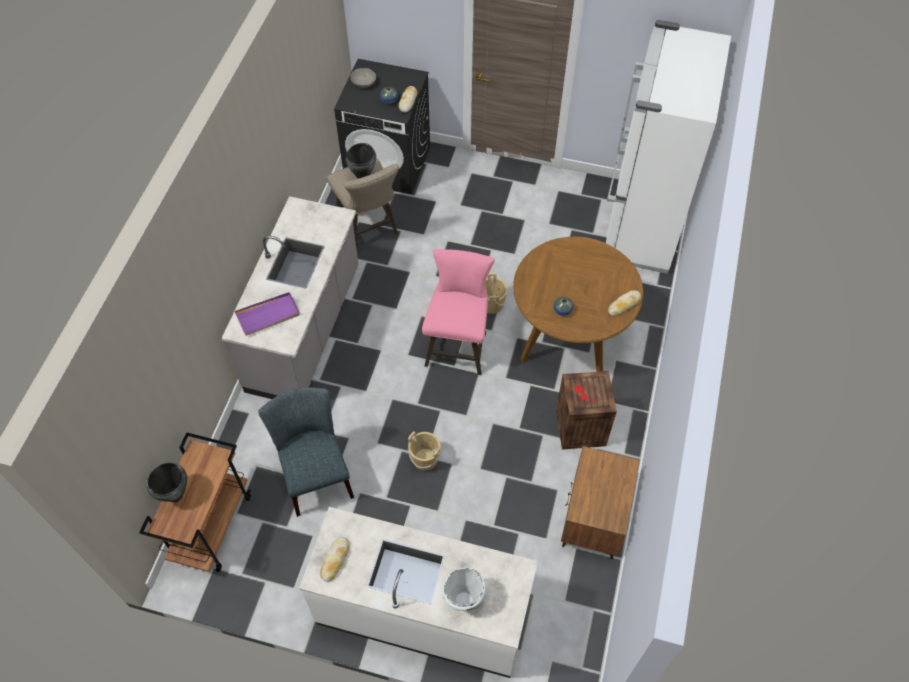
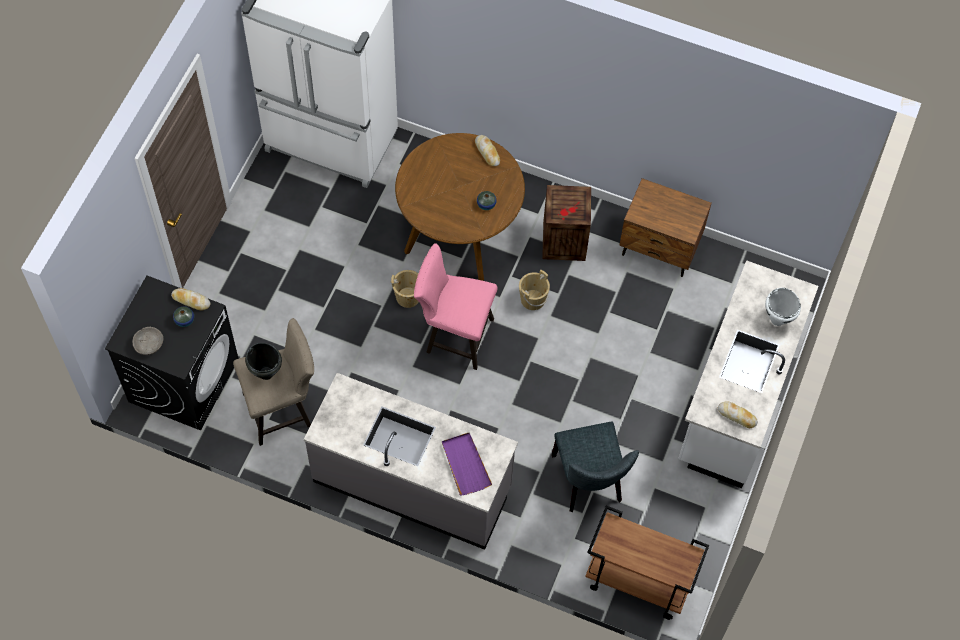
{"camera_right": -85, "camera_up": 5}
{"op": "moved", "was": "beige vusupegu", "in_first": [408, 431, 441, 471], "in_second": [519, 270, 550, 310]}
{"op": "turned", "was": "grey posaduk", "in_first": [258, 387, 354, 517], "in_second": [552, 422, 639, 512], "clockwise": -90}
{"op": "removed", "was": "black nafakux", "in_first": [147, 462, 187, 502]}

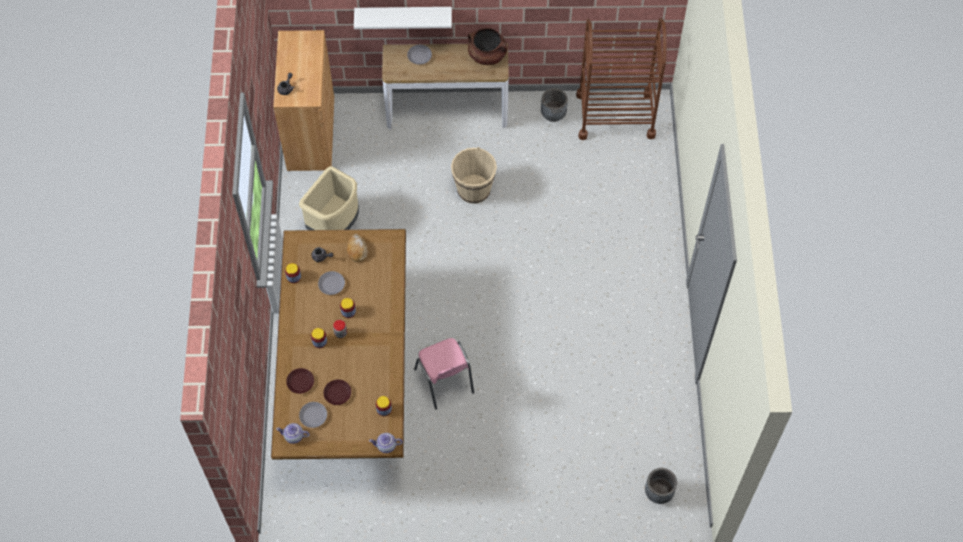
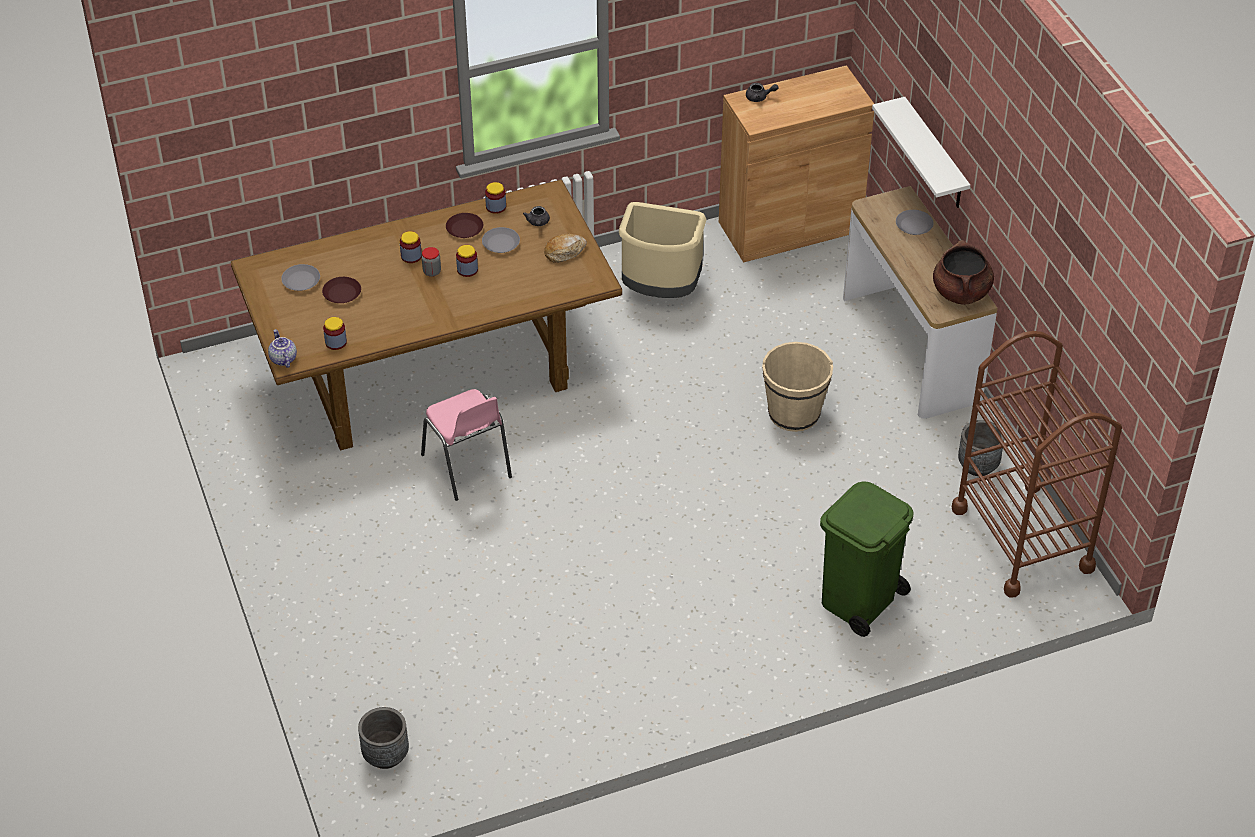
{"camera_right": 70, "camera_up": -15}
{"op": "turned", "was": "pink posaduk", "in_first": [414, 338, 474, 409], "in_second": [421, 389, 512, 501], "clockwise": -75}
{"op": "moved", "was": "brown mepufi", "in_first": [286, 368, 314, 394], "in_second": [446, 213, 483, 238]}
{"op": "added", "now": "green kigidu", "in_second": [820, 481, 913, 637]}
{"op": "removed", "was": "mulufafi", "in_first": [276, 423, 310, 444]}

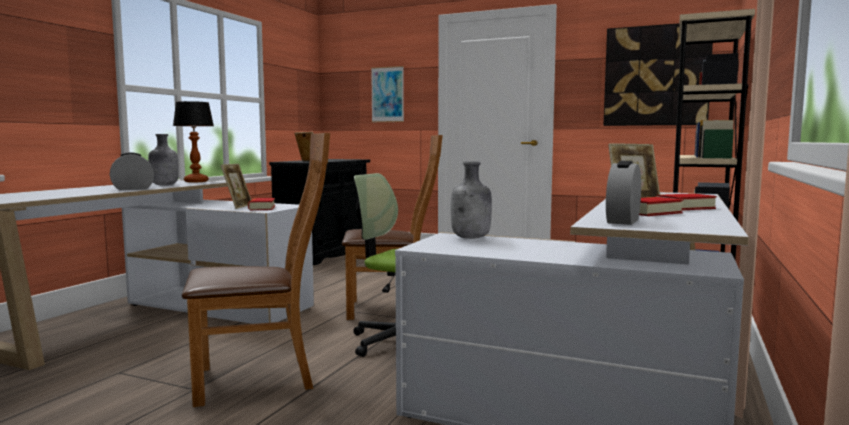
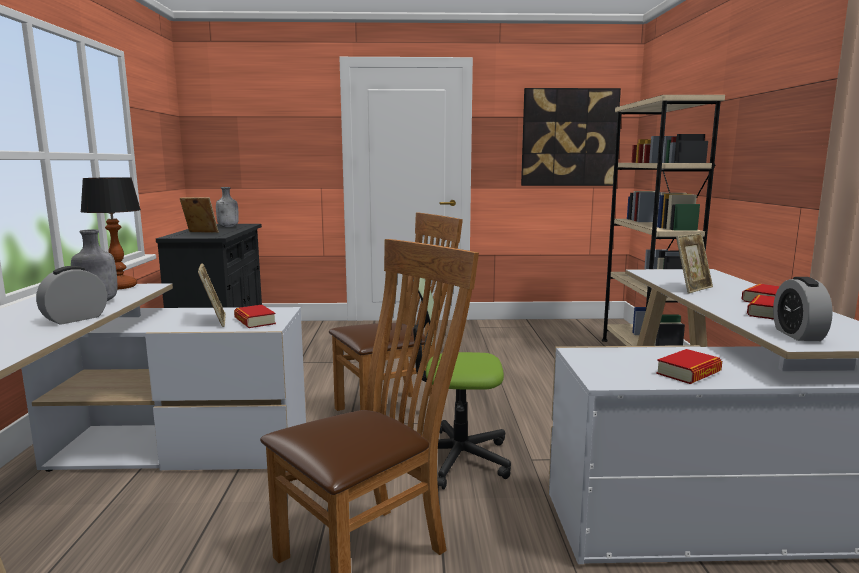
{"camera_right": -25, "camera_up": 5}
{"op": "moved", "was": "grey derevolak", "in_first": [451, 162, 492, 239], "in_second": [216, 187, 239, 227]}
{"op": "added", "now": "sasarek", "in_second": [656, 349, 722, 384]}
{"op": "removed", "was": "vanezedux", "in_first": [371, 66, 404, 122]}

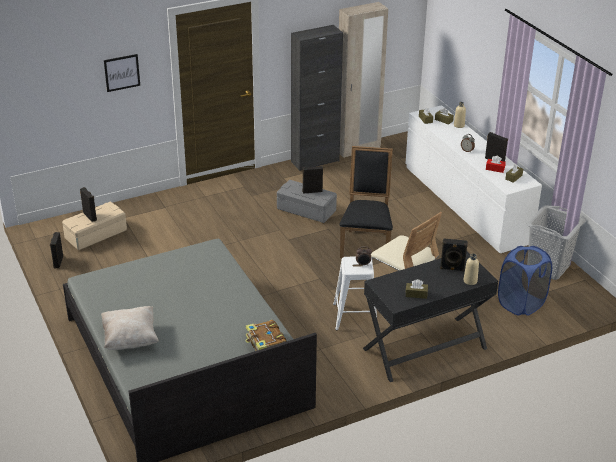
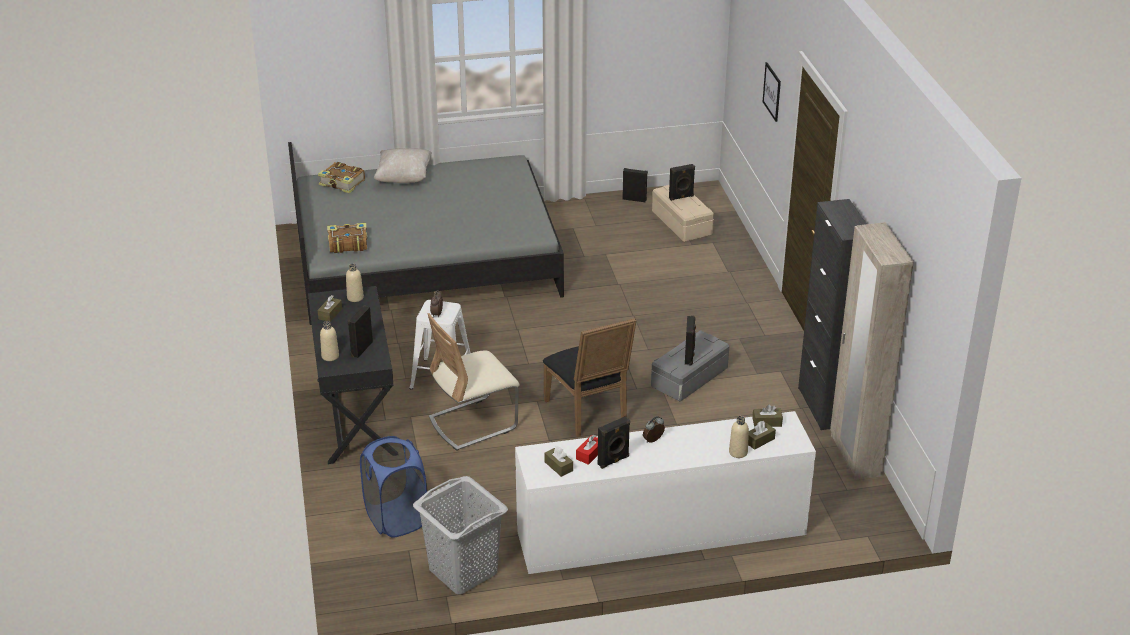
{"camera_right": 105, "camera_up": 0}
{"op": "added", "now": "sasarek", "in_second": [318, 162, 365, 193]}
{"op": "added", "now": "beige derevolak", "in_second": [346, 264, 364, 302]}
{"op": "turned", "was": "black posaduk", "in_first": [339, 146, 393, 258], "in_second": [543, 318, 637, 437], "clockwise": 45}

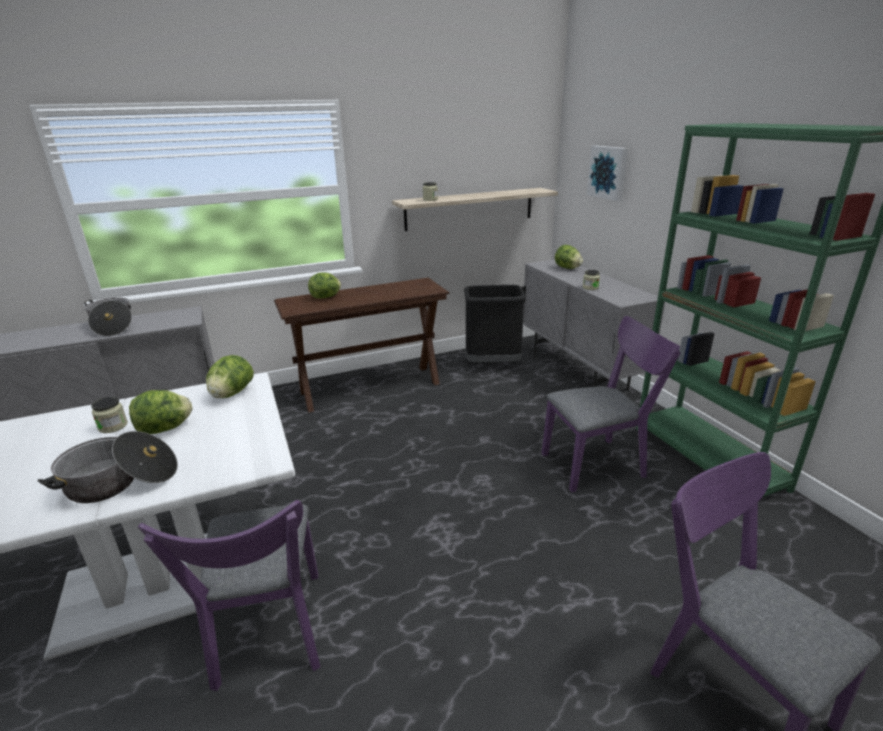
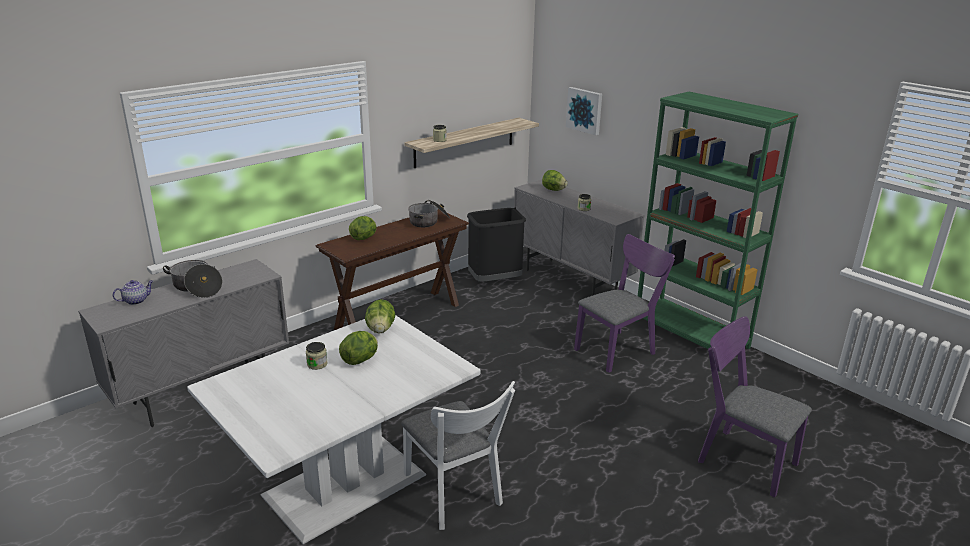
{"camera_right": -20, "camera_up": 0}
{"op": "added", "now": "mulufafi", "in_second": [113, 280, 153, 305]}
{"op": "recoloured", "was": "purple posaduk", "now": "white posaduk", "in_first": [138, 500, 320, 691], "in_second": [401, 381, 515, 530]}
{"op": "moved", "was": "nafakux", "in_first": [38, 431, 178, 503], "in_second": [408, 200, 450, 227]}

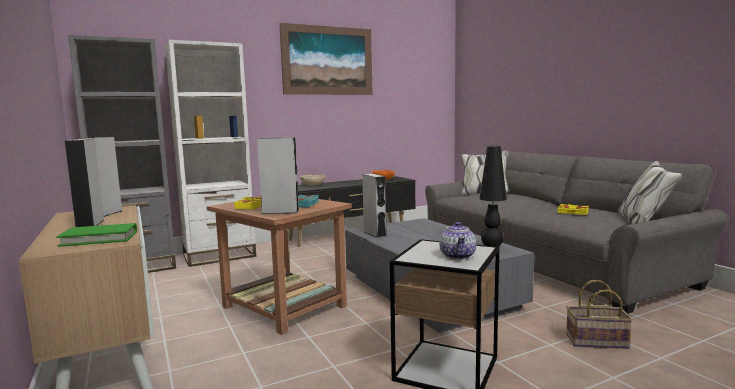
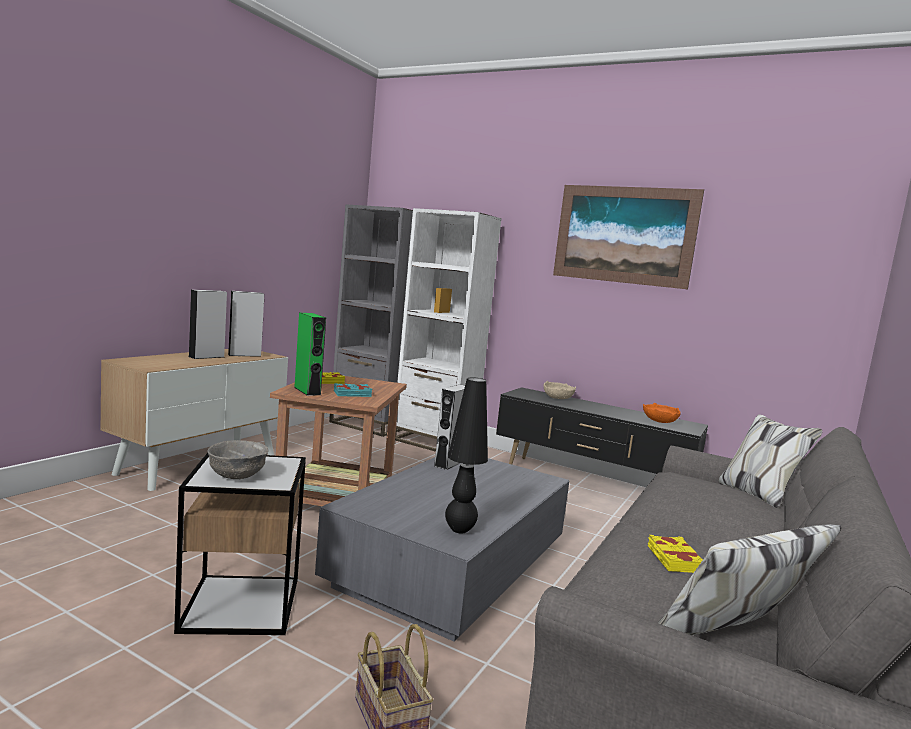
{"camera_right": 55, "camera_up": 0}
{"op": "replaced", "was": "mulufafi", "now": "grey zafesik", "in_first": [439, 222, 476, 260], "in_second": [207, 440, 268, 479]}
{"op": "recoloured", "was": "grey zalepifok", "now": "green zalepifok", "in_first": [257, 137, 299, 214], "in_second": [294, 313, 326, 396]}
{"op": "removed", "was": "green sasarek", "in_first": [56, 223, 137, 247]}

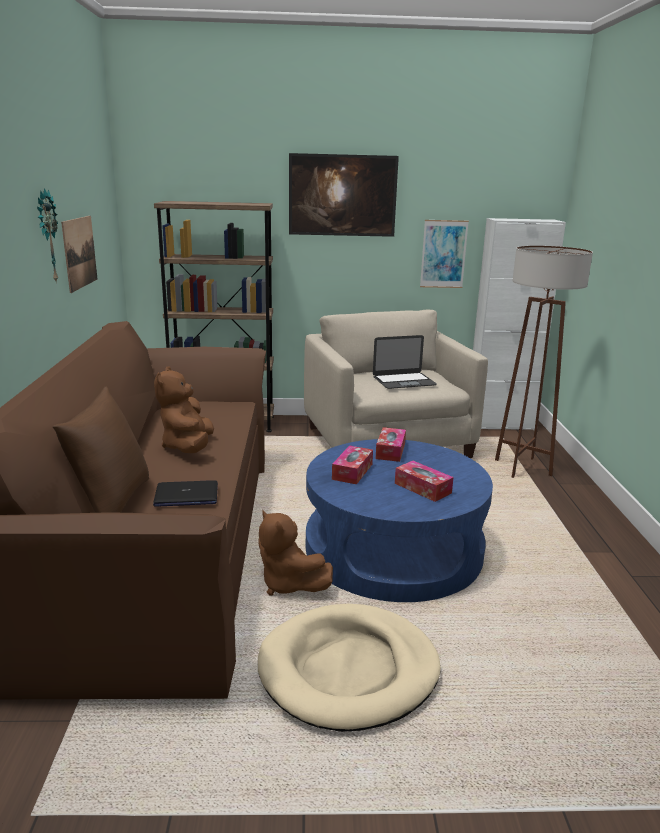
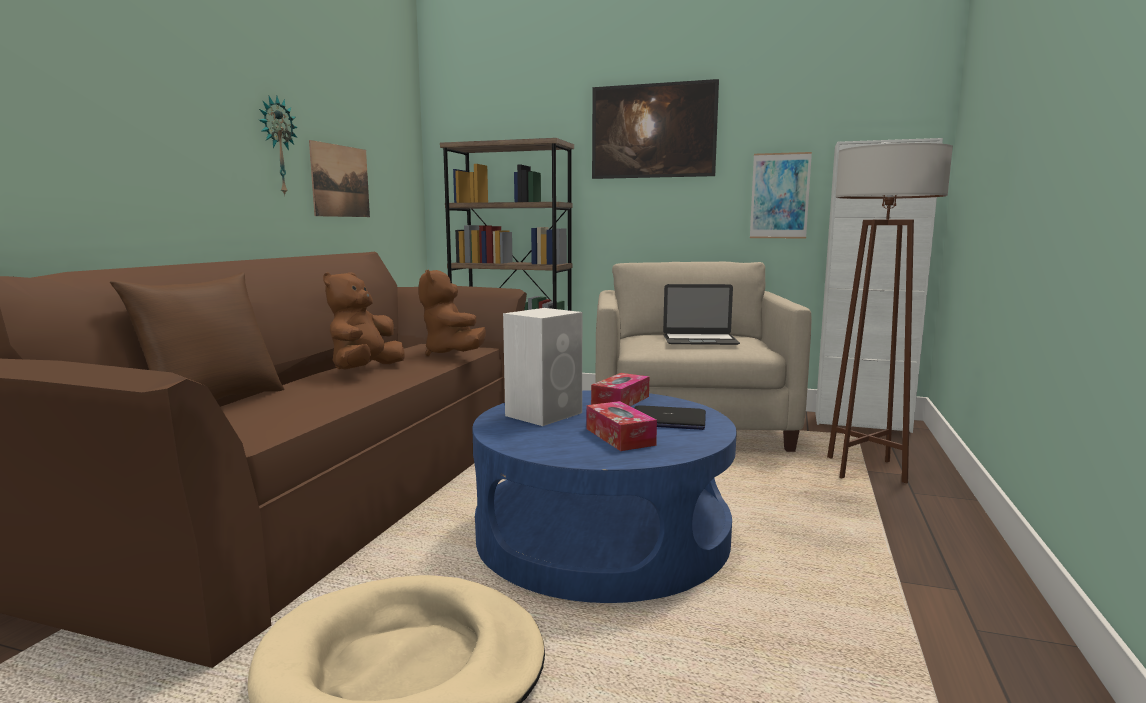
{"camera_right": 20, "camera_up": -10}
{"op": "moved", "was": "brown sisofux", "in_first": [259, 510, 333, 596], "in_second": [419, 270, 486, 356]}
{"op": "replaced", "was": "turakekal", "now": "white zalepifok", "in_first": [332, 445, 373, 484], "in_second": [503, 308, 582, 426]}
{"op": "moved", "was": "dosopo", "in_first": [153, 480, 218, 507], "in_second": [634, 405, 706, 430]}

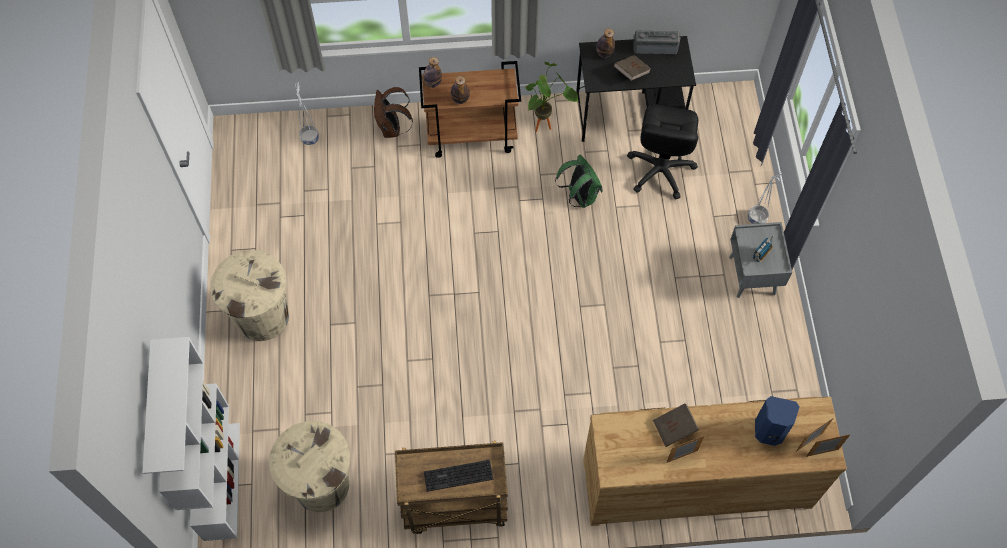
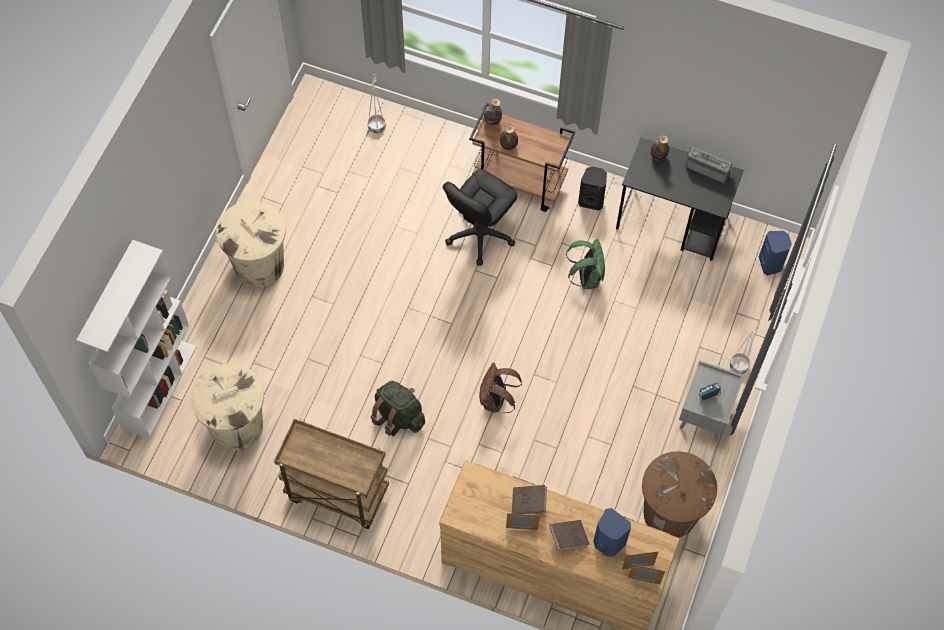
{"camera_right": 25, "camera_up": 0}
{"op": "added", "now": "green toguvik", "in_second": [370, 381, 425, 436]}
{"op": "moved", "was": "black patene", "in_first": [627, 104, 698, 199], "in_second": [443, 169, 517, 266]}
{"op": "moved", "was": "brown toguvik", "in_first": [374, 87, 413, 138], "in_second": [479, 362, 522, 413]}
{"op": "moved", "was": "brown sasarek", "in_first": [614, 55, 651, 81], "in_second": [549, 520, 590, 551]}
{"op": "replaced", "was": "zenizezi", "now": "black zalepifok", "in_first": [526, 62, 578, 132], "in_second": [578, 166, 607, 211]}
{"op": "added", "now": "brown kigidu", "in_second": [642, 451, 717, 538]}
{"op": "added", "now": "blue zalepifok", "in_second": [759, 231, 792, 275]}
{"op": "removed", "was": "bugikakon", "in_first": [424, 460, 493, 492]}

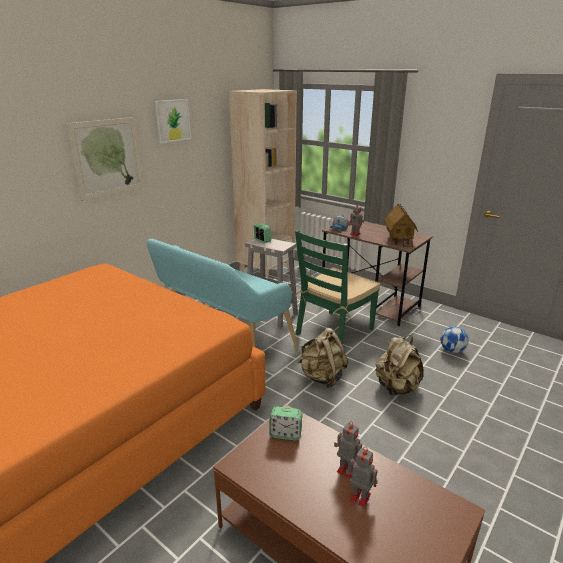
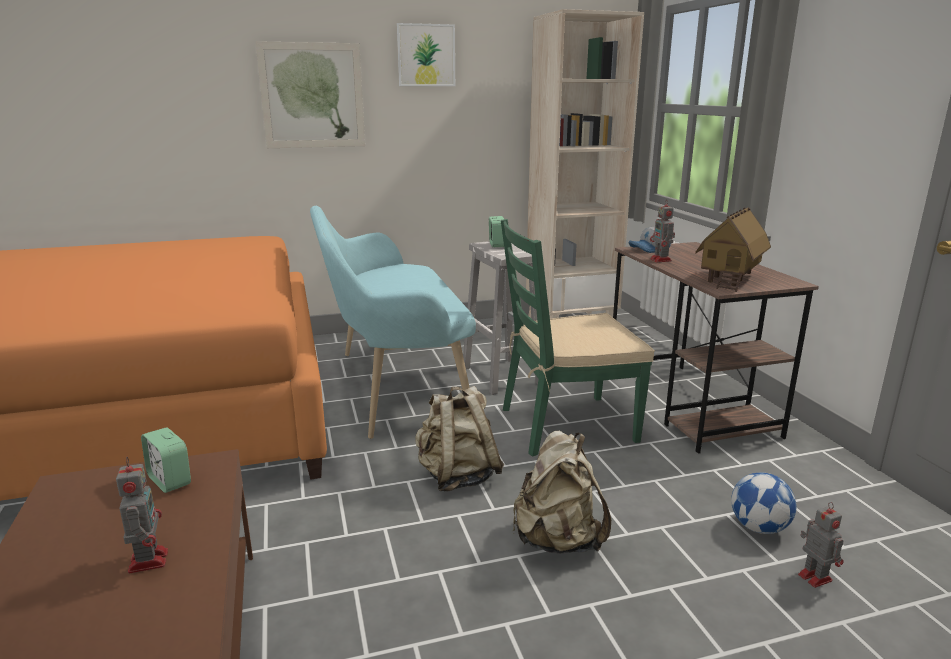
{"camera_right": 35, "camera_up": -5}
{"op": "moved", "was": "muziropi", "in_first": [346, 447, 378, 507], "in_second": [798, 502, 844, 588]}

